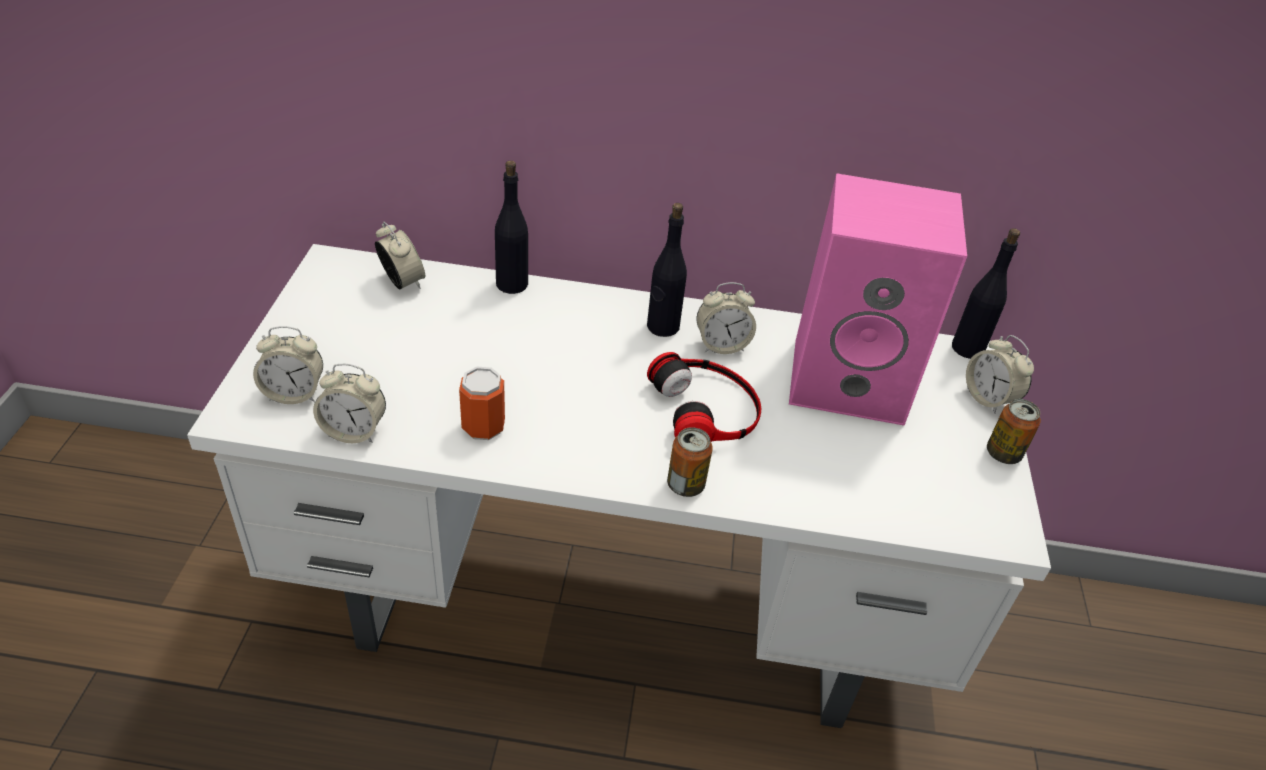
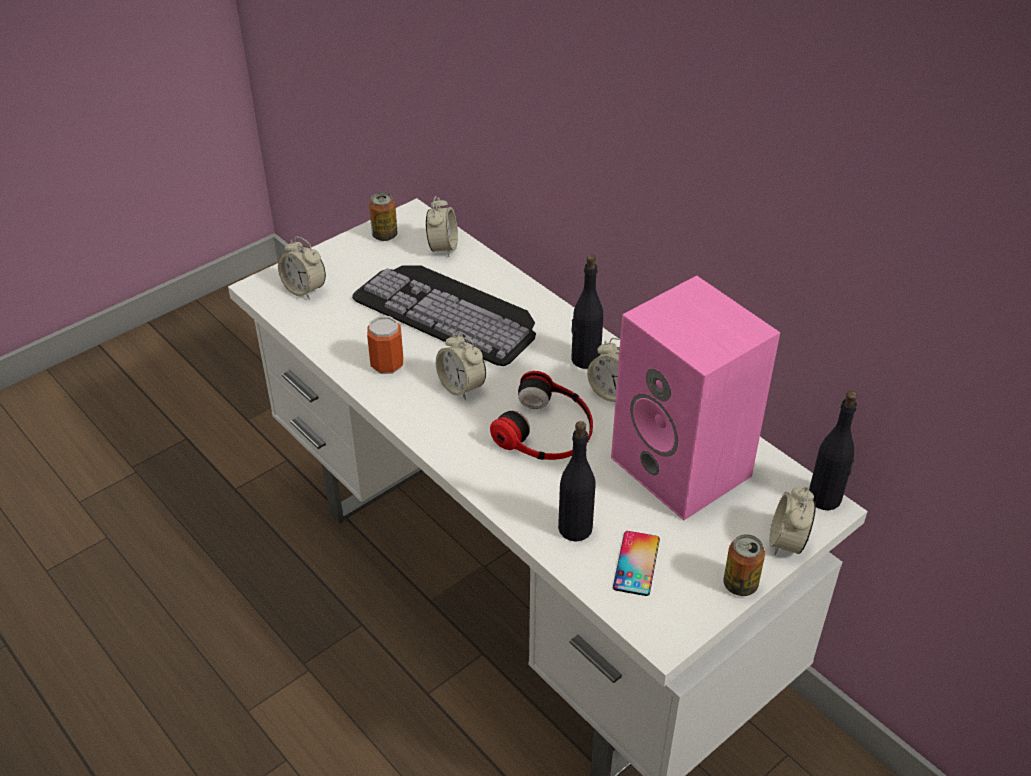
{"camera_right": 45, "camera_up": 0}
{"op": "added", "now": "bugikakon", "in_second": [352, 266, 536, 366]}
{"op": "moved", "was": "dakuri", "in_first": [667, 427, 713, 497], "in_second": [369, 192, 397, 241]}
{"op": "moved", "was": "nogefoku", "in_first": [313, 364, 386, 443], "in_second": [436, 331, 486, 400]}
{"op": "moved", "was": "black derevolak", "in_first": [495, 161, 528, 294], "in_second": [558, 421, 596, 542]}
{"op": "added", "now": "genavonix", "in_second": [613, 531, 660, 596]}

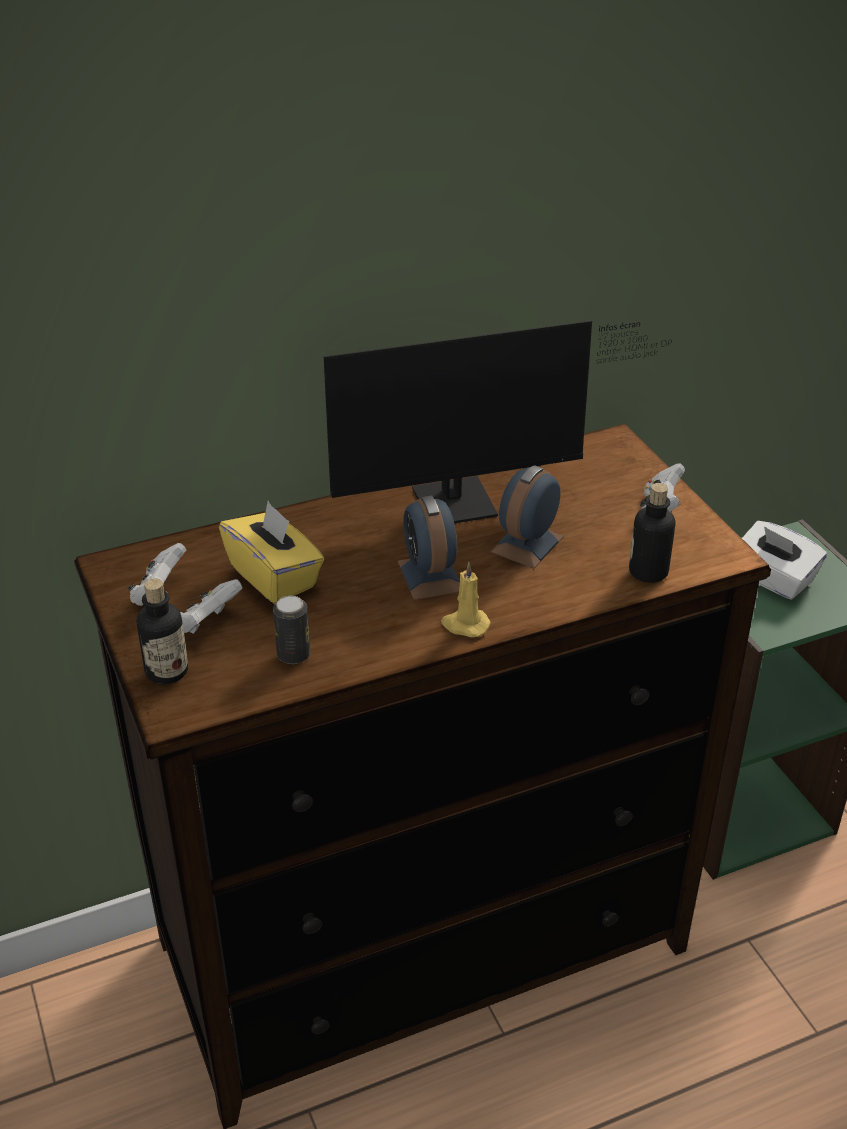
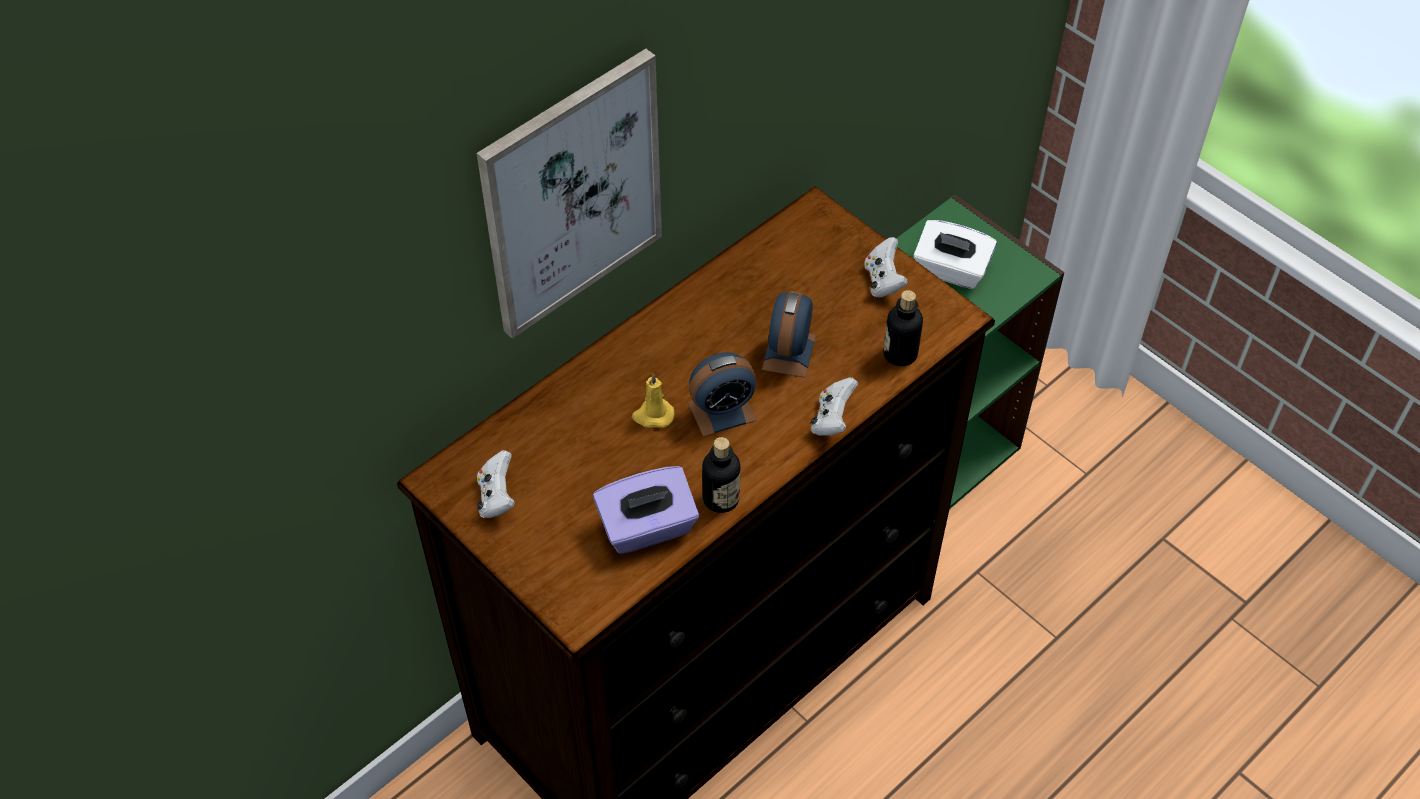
{"camera_right": -20, "camera_up": 15}
{"op": "added", "now": "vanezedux", "in_second": [477, 49, 662, 339]}
{"op": "replaced", "was": "dakuri", "now": "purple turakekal", "in_first": [273, 595, 310, 664], "in_second": [593, 466, 699, 554]}
{"op": "moved", "was": "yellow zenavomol", "in_first": [441, 562, 491, 638], "in_second": [632, 373, 674, 428]}
{"op": "turned", "was": "nogefoku", "in_first": [398, 496, 460, 600], "in_second": [688, 352, 757, 437], "clockwise": -75}
{"op": "moved", "was": "derevolak", "in_first": [137, 578, 188, 684], "in_second": [702, 437, 740, 513]}
{"op": "moved", "was": "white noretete", "in_first": [178, 579, 243, 634], "in_second": [810, 377, 858, 436]}
{"op": "removed", "was": "yellow turakekal", "in_first": [219, 501, 324, 604]}
{"op": "removed", "was": "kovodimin", "in_first": [324, 320, 672, 523]}

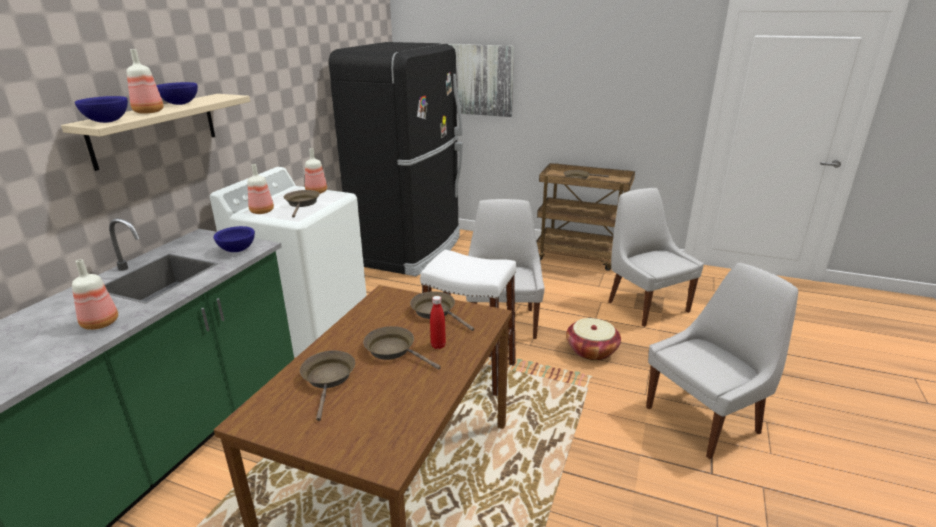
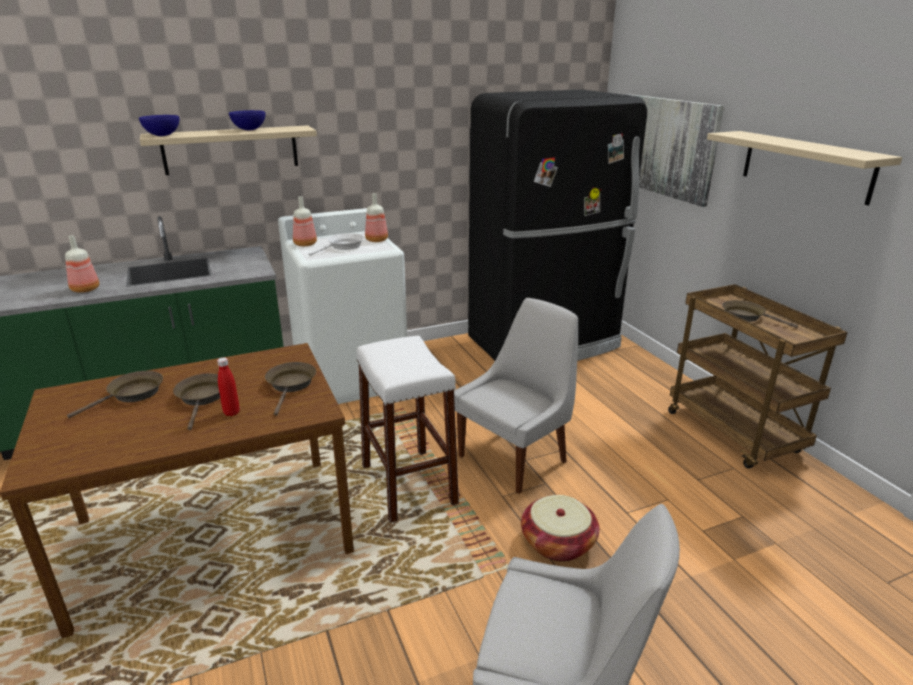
{"camera_right": 45, "camera_up": 0}
{"op": "recoloured", "was": "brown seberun", "now": "white seberun", "in_first": [284, 190, 320, 218], "in_second": [308, 233, 364, 256]}
{"op": "added", "now": "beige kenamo", "in_second": [707, 131, 902, 205]}
{"op": "removed", "was": "derevolak", "in_first": [127, 49, 164, 114]}
{"op": "removed", "was": "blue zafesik", "in_first": [214, 226, 255, 252]}
{"op": "removed", "was": "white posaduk", "in_first": [608, 188, 704, 327]}

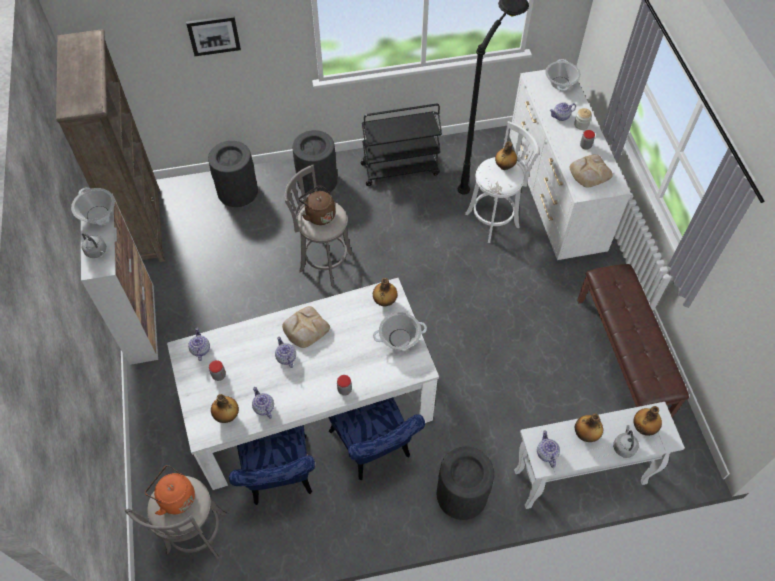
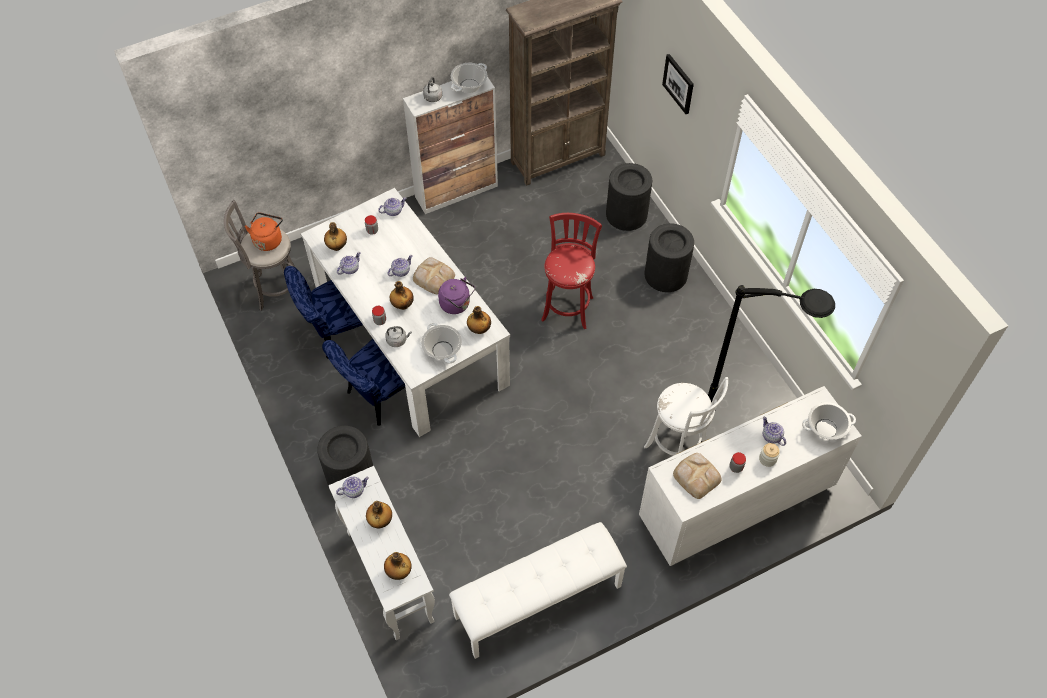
{"camera_right": 75, "camera_up": 0}
{"op": "moved", "was": "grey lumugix", "in_first": [613, 425, 639, 458], "in_second": [385, 326, 412, 347]}
{"op": "moved", "was": "derevolak", "in_first": [495, 141, 517, 170], "in_second": [390, 281, 414, 310]}
{"op": "added", "now": "purple lumugix", "in_second": [438, 277, 475, 314]}
{"op": "recoloured", "was": "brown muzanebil", "now": "white muzanebil", "in_first": [577, 264, 689, 417], "in_second": [449, 522, 627, 659]}
{"op": "recoloured", "was": "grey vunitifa", "now": "red vunitifa", "in_first": [285, 165, 354, 287], "in_second": [541, 213, 602, 329]}
{"op": "removed", "was": "brown lumugix", "in_first": [299, 185, 335, 225]}
{"op": "removed", "was": "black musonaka", "in_first": [361, 104, 442, 186]}

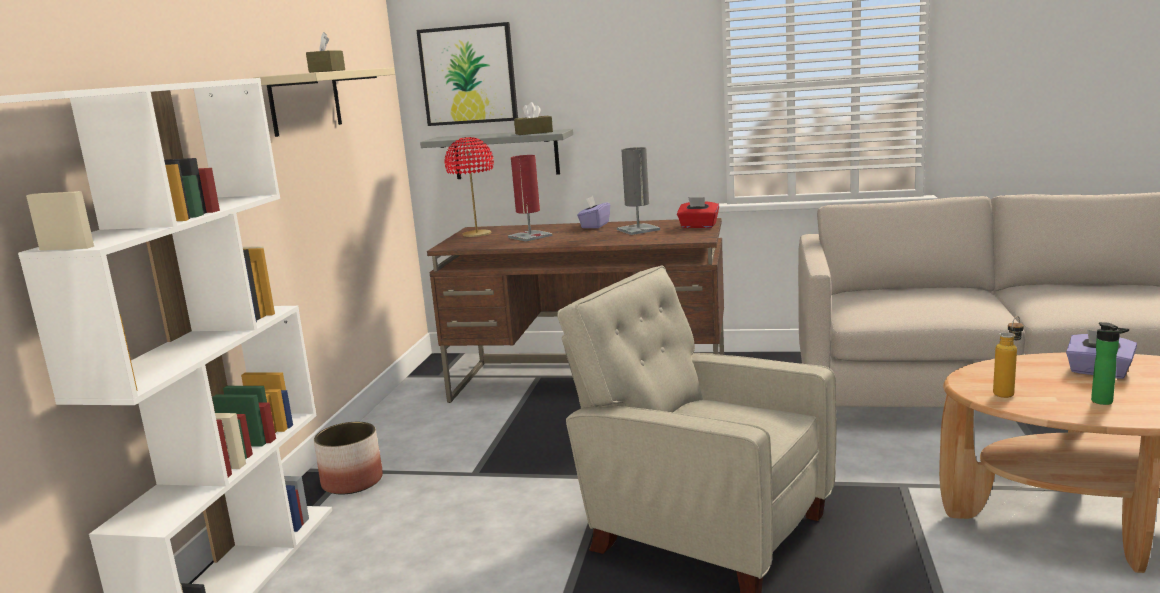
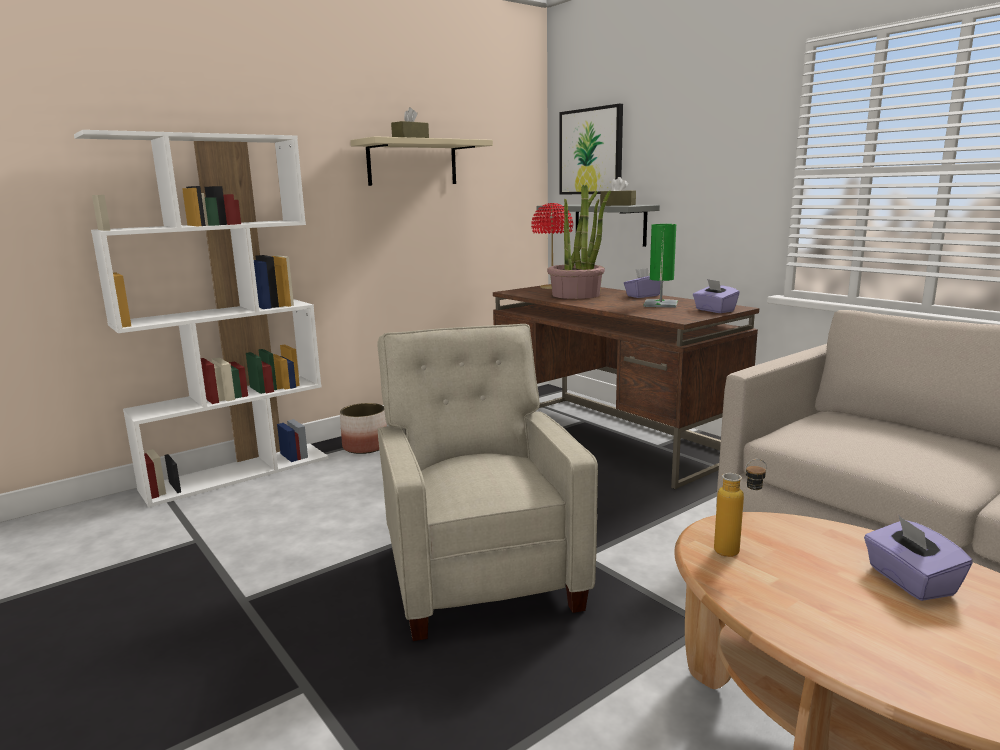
{"camera_right": 40, "camera_up": 0}
{"op": "replaced", "was": "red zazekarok", "now": "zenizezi", "in_first": [508, 155, 552, 242], "in_second": [547, 185, 611, 299]}
{"op": "recoloured", "was": "grey zazekarok", "now": "green zazekarok", "in_first": [617, 147, 660, 235], "in_second": [643, 224, 678, 308]}
{"op": "recoloured", "was": "red turakekal", "now": "purple turakekal", "in_first": [677, 197, 719, 228], "in_second": [693, 279, 740, 313]}
{"op": "removed", "was": "derevolak", "in_first": [1091, 322, 1129, 405]}

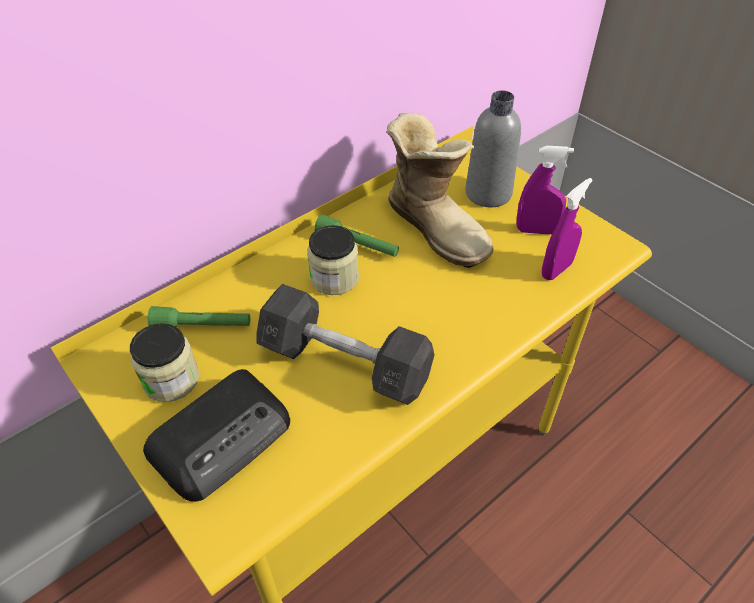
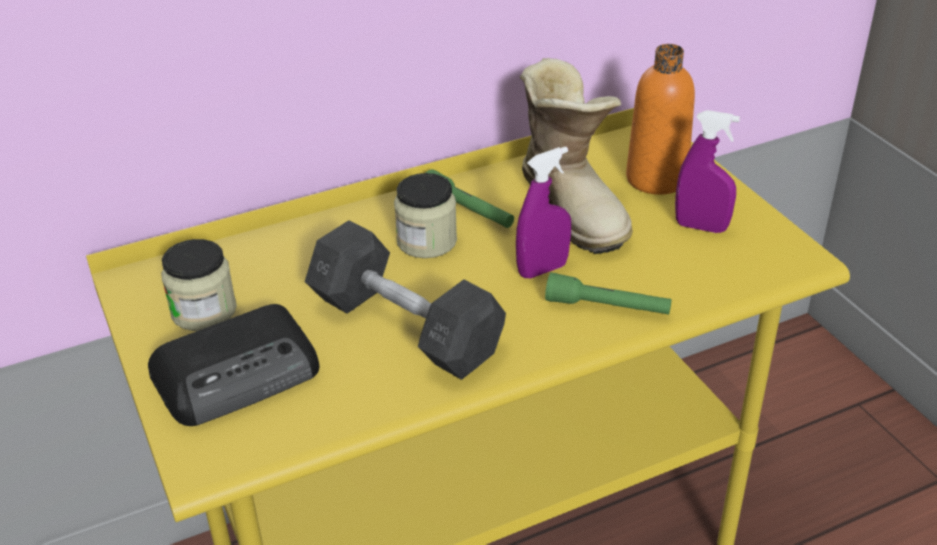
{"camera_right": 15, "camera_up": -10}
{"op": "moved", "was": "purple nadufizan", "in_first": [542, 178, 593, 280], "in_second": [516, 147, 571, 278]}
{"op": "moved", "was": "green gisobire", "in_first": [148, 306, 250, 327], "in_second": [545, 272, 672, 315]}
{"op": "recoloured", "was": "grey derevolak", "now": "orange derevolak", "in_first": [465, 90, 521, 207], "in_second": [626, 44, 695, 195]}

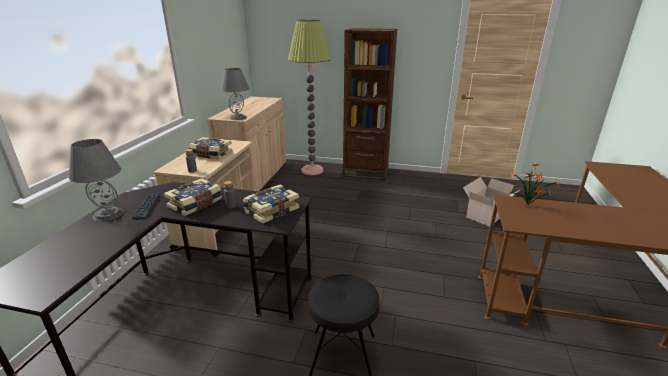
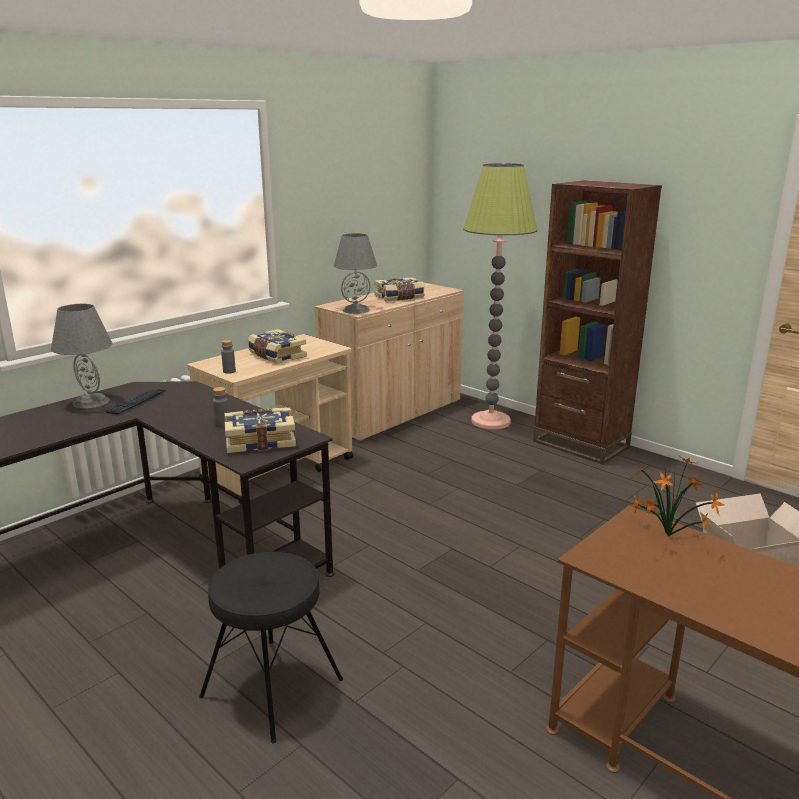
{"camera_right": 30, "camera_up": -5}
{"op": "moved", "was": "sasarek", "in_first": [164, 178, 222, 216], "in_second": [374, 277, 425, 301]}

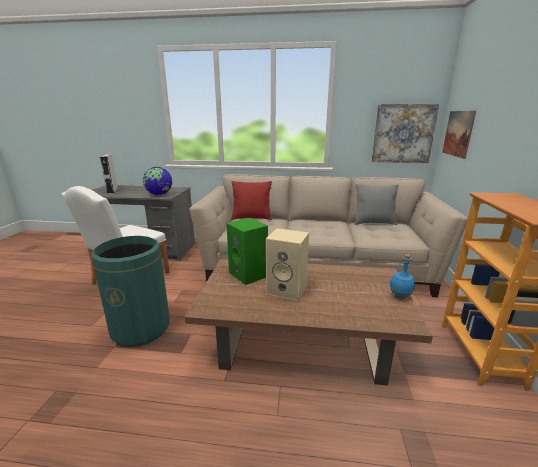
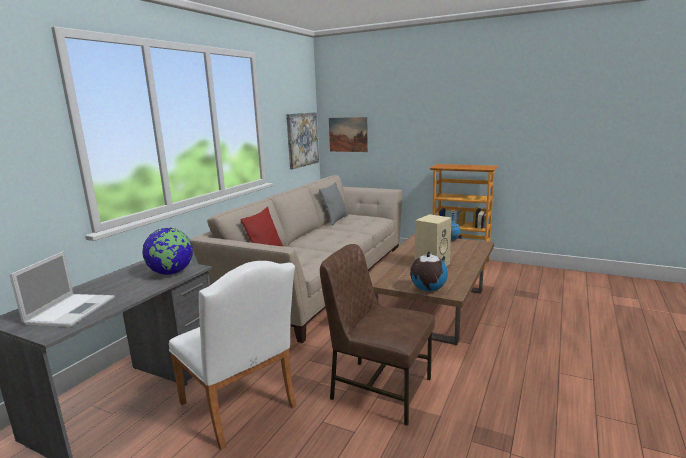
{"camera_right": -70, "camera_up": -5}
{"op": "replaced", "was": "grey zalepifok", "now": "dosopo", "in_first": [100, 154, 118, 193], "in_second": [10, 251, 115, 327]}
{"op": "replaced", "was": "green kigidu", "now": "brown posaduk", "in_first": [91, 236, 170, 347], "in_second": [320, 244, 435, 426]}
{"op": "added", "now": "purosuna", "in_second": [410, 251, 448, 292]}
{"op": "removed", "was": "green zalepifok", "in_first": [227, 218, 268, 285]}

